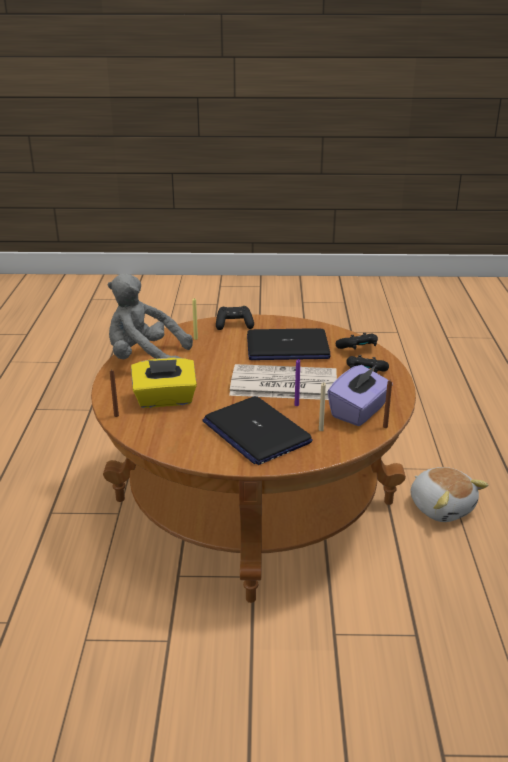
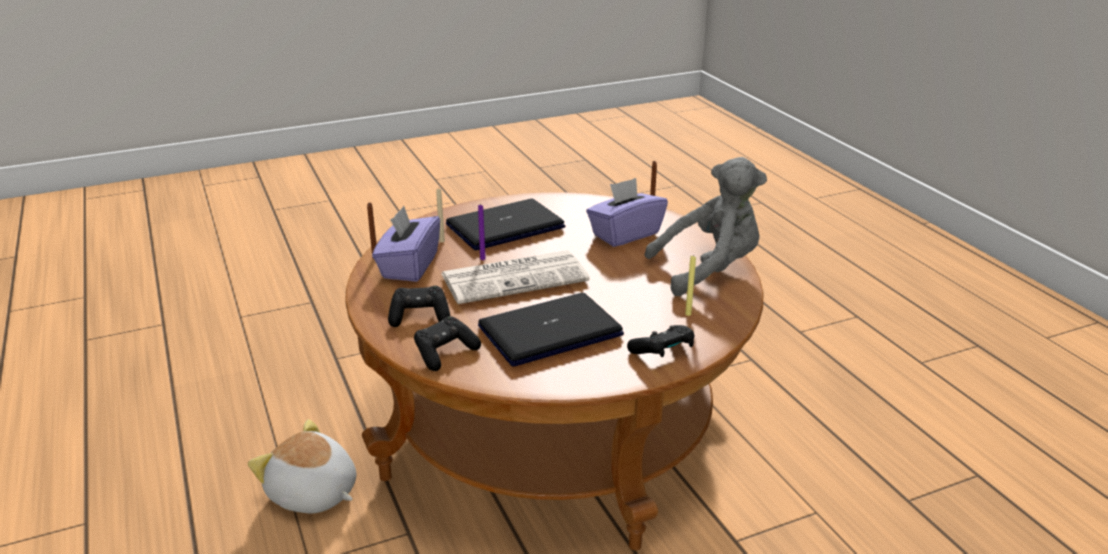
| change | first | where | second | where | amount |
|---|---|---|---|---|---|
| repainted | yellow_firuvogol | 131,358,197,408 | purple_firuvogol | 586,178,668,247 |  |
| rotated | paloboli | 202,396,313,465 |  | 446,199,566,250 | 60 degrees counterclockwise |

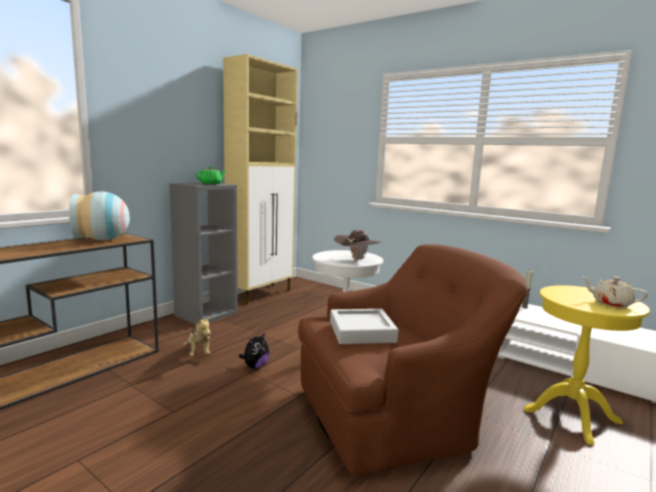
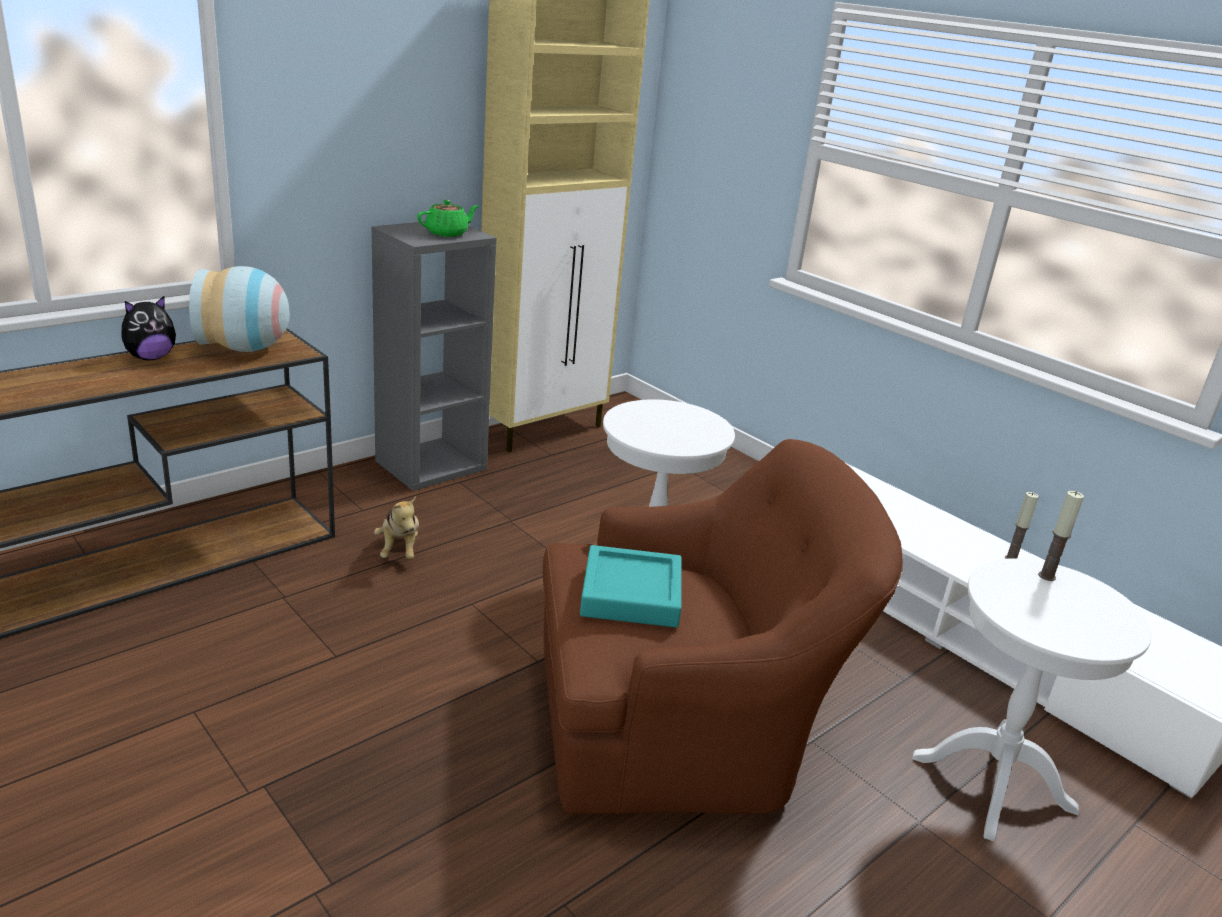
| change | first | where | second | where | amount |
|---|---|---|---|---|---|
| gone | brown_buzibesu | 334,230,382,261 |  |  |  |
| gone | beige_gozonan | 582,277,648,308 |  |  |  |
| repainted | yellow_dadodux | 523,285,650,445 | white_dadodux | 912,558,1152,841 |  |
| repainted | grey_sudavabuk | 330,309,398,344 | turquoise_sudavabuk | 580,545,682,627 |  |
| shifted | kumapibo | 239,332,269,369 |  | 121,296,176,360 |  |
| new |  |  | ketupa | 1038,491,1084,581 |  |

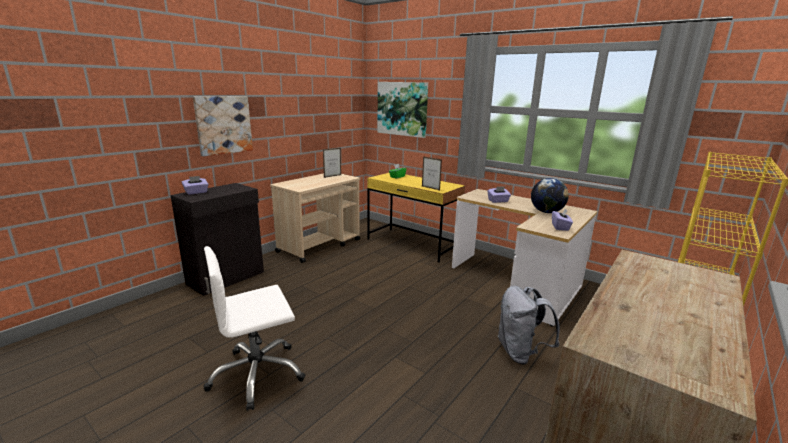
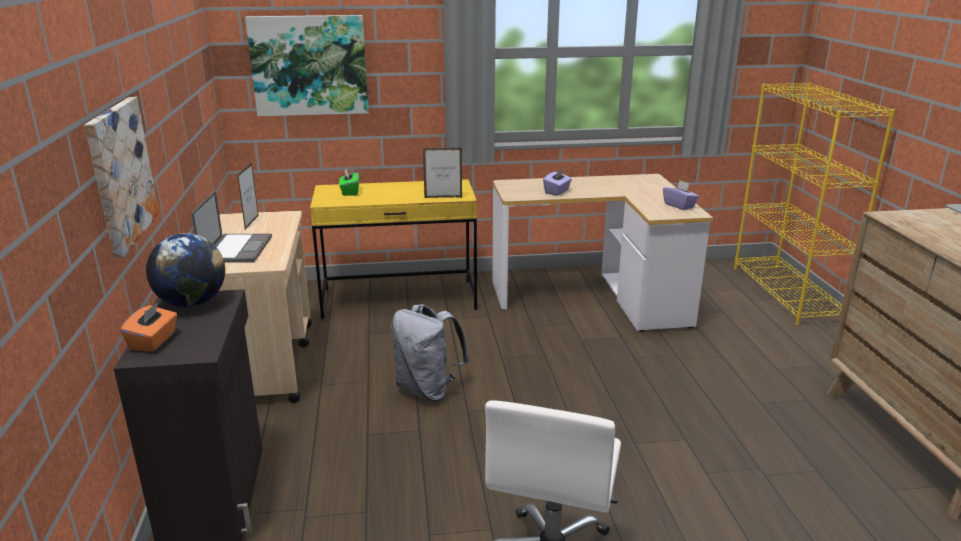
| change | first | where | second | where | amount |
|---|---|---|---|---|---|
| repainted | purple_firuvogol | 182,176,209,195 | orange_firuvogol | 120,302,177,352 |  |
| shifted | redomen | 531,178,569,213 |  | 146,233,225,307 |  |
| shifted | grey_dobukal | 497,286,560,365 |  | 391,304,469,401 |  |
| new |  |  | paloboli | 191,191,272,262 |  |

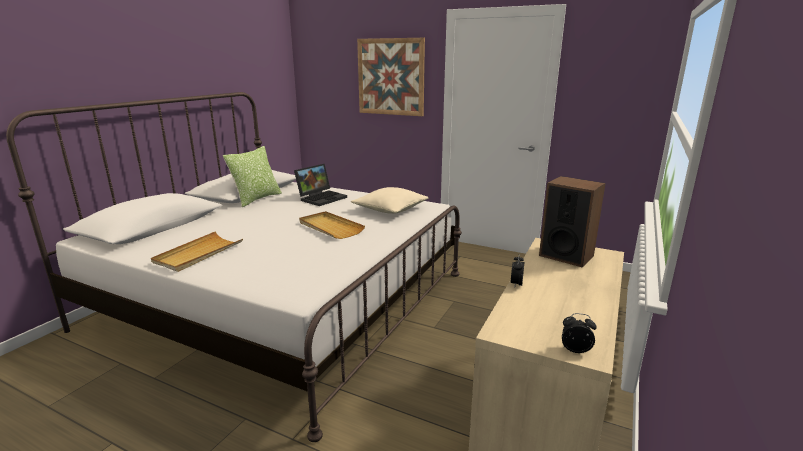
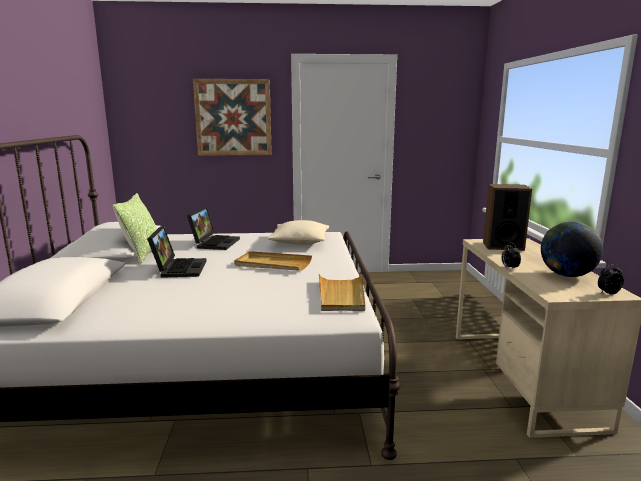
| change | first | where | second | where | amount |
|---|---|---|---|---|---|
| shifted | beige_sudavabuk | 151,231,243,272 |  | 319,274,365,311 |  |
| new |  |  | redomen | 541,222,603,277 |  |
| new |  |  | paloboli | 147,226,207,278 |  |

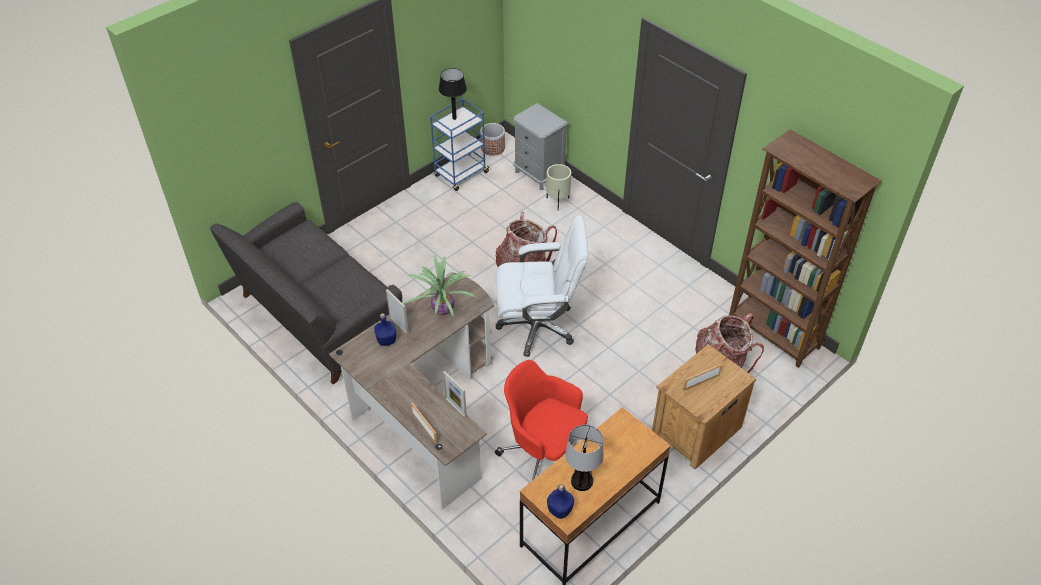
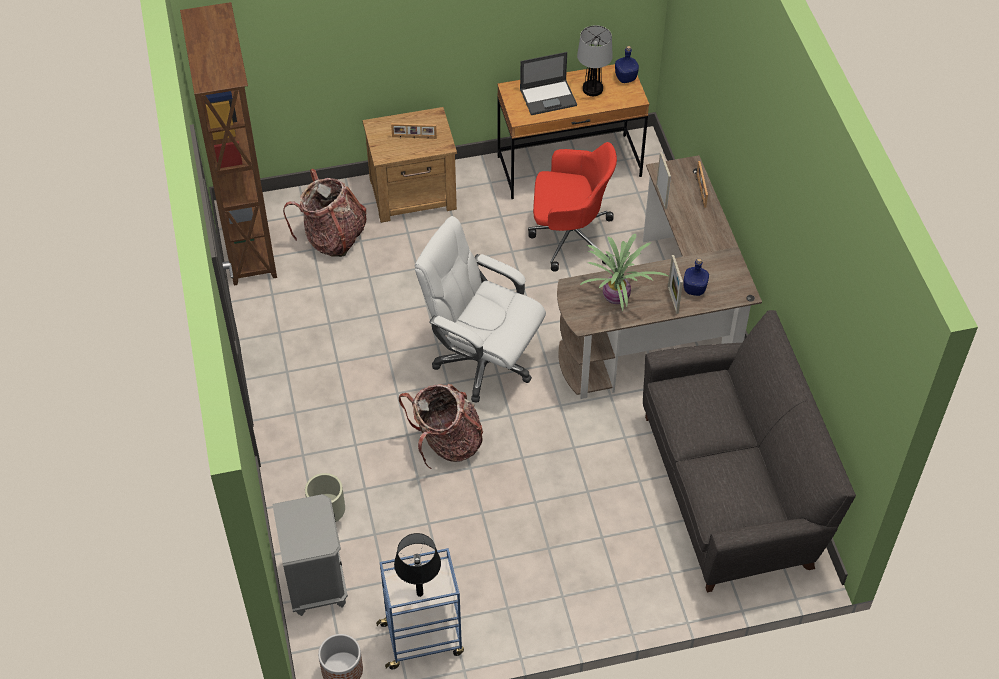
| change | first | where | second | where | amount |
|---|---|---|---|---|---|
| rotated | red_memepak | 495,360,588,481 |  | 528,142,617,272 | 60 degrees counterclockwise |
| new |  |  | paloboli | 520,52,577,115 |  |

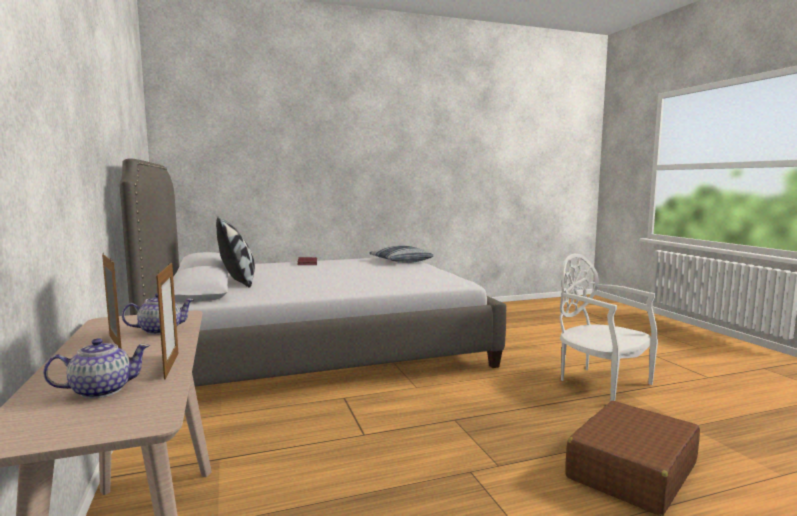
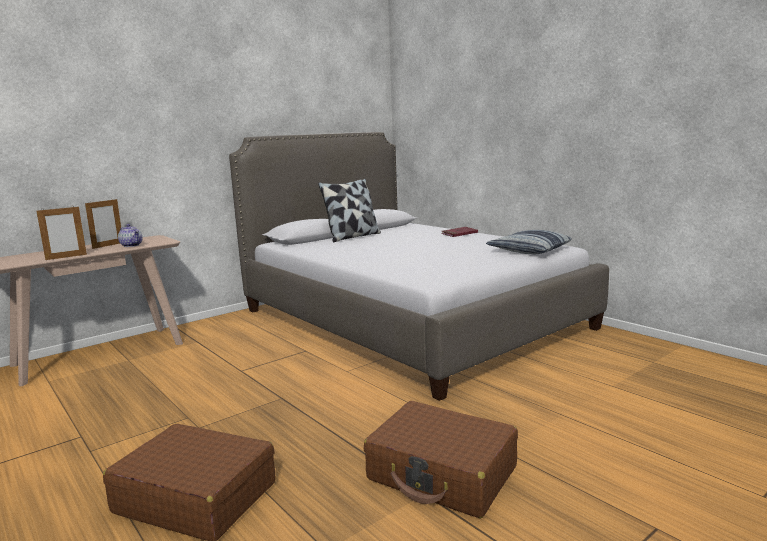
| change | first | where | second | where | amount |
|---|---|---|---|---|---|
| swapped | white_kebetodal | 560,253,658,401 | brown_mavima | 364,401,518,518 |  |
| gone | gozonan | 43,338,150,399 |  |  |  |

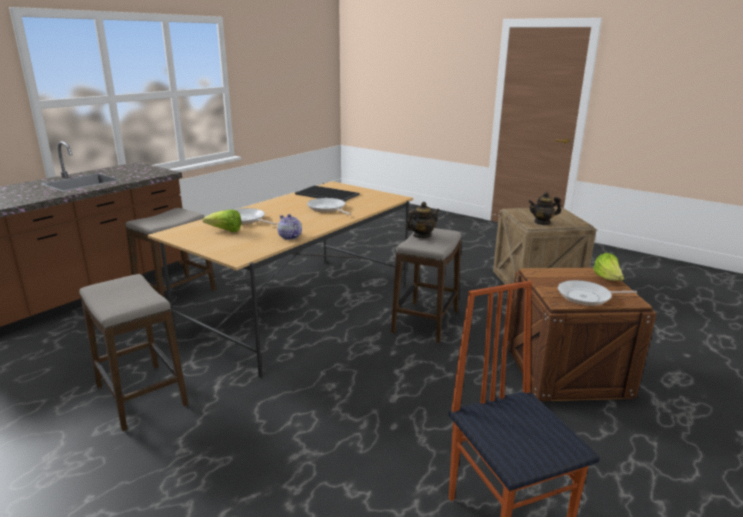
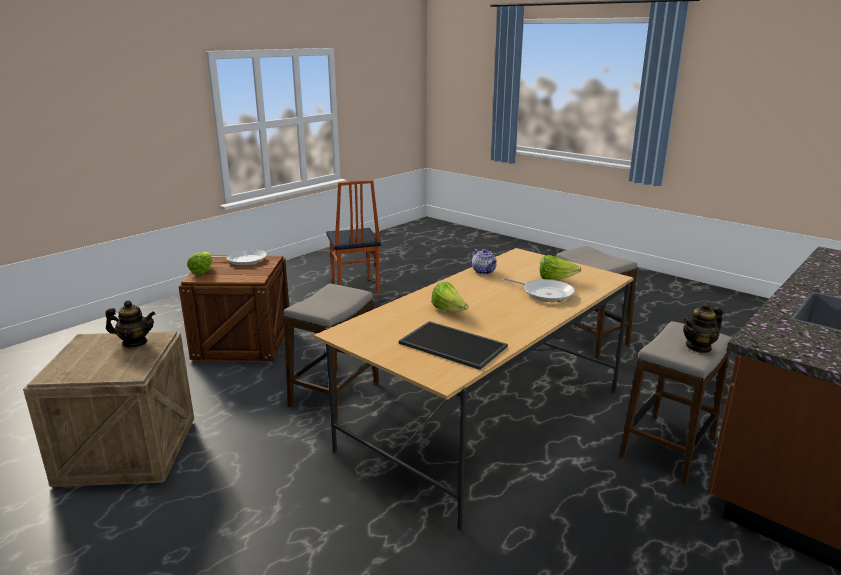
| change | first | where | second | where | amount |
|---|---|---|---|---|---|
| swapped | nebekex | 307,198,352,215 | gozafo | 431,282,468,312 |  |
| shifted | gozonan | 406,202,439,238 |  | 683,302,723,353 |  |

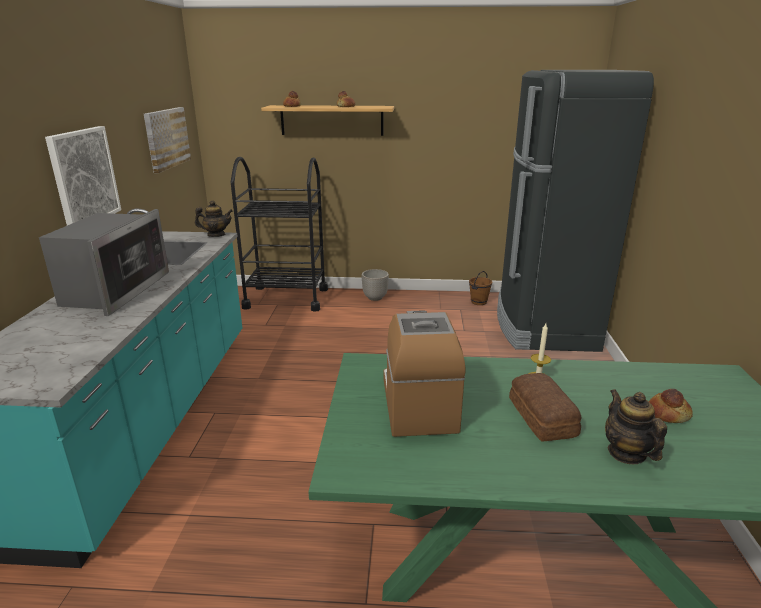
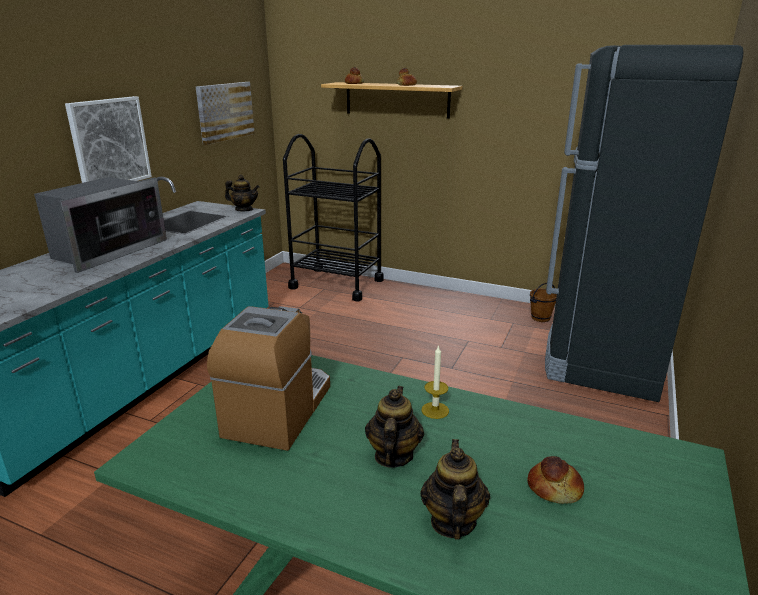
| change | first | where | second | where | amount |
|---|---|---|---|---|---|
| gone | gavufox | 361,269,389,301 |  |  |  |
| swapped | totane | 509,373,582,441 | gozonan | 365,386,424,468 |  |

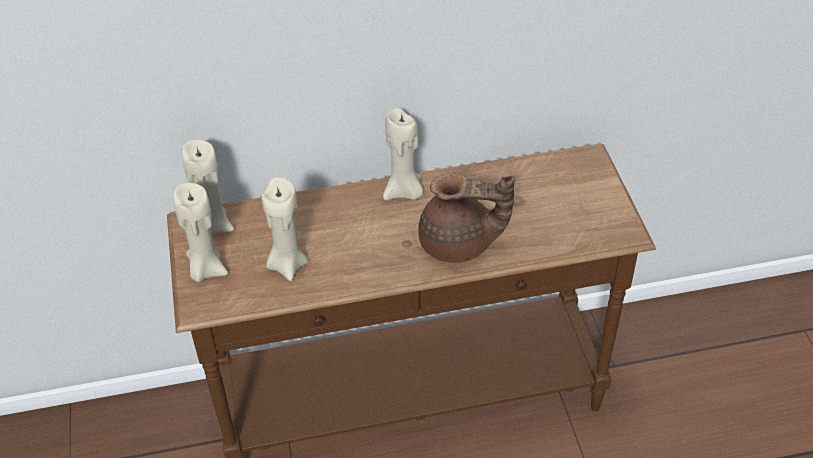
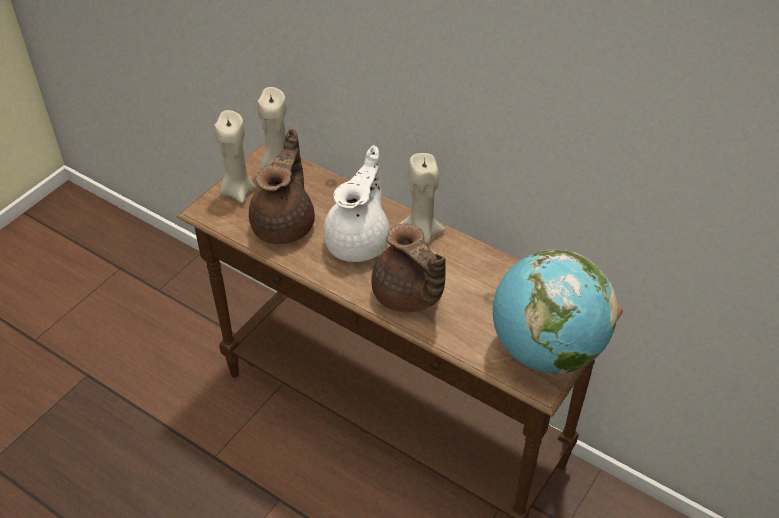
| change | first | where | second | where | amount |
|---|---|---|---|---|---|
| swapped | beige_ketupa | 261,177,308,281 | brown_gozonan | 249,128,315,244 |  |
| new |  |  | white_gozonan | 323,145,390,262 |  |
| new |  |  | redomen | 493,249,618,374 |  |

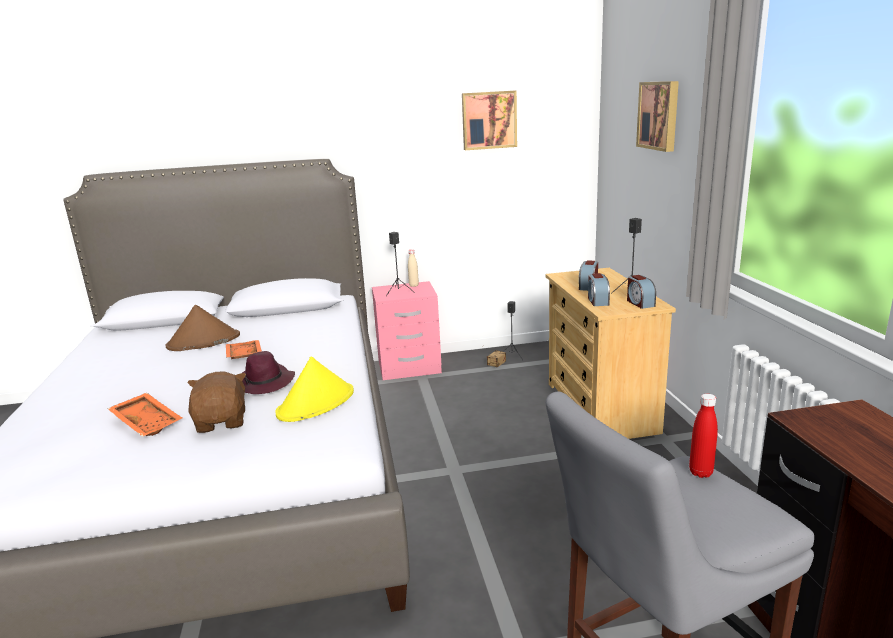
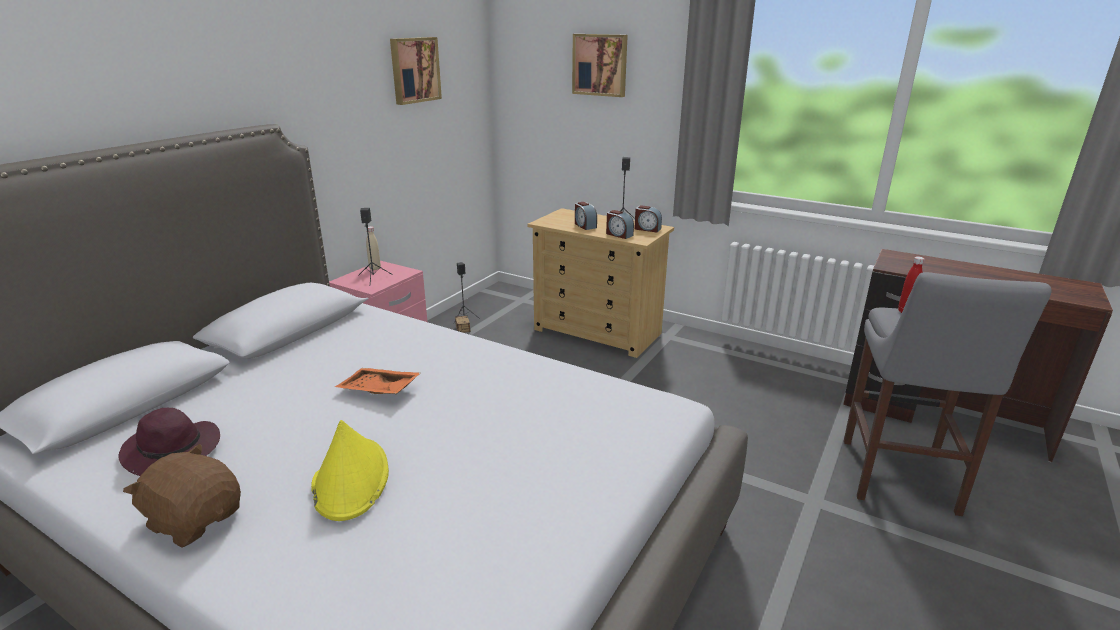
| change | first | where | second | where | amount |
|---|---|---|---|---|---|
| gone | brown_buzibesu | 165,305,240,351 |  |  |  |
| shifted | purple_buzibesu | 242,351,295,394 |  | 119,408,220,476 |  |
| shifted | yellow_buzibesu | 276,357,354,422 |  | 311,420,389,521 |  |
| shifted | brown_kumapibo | 187,372,246,433 |  | 123,444,241,548 |  |
| gone | orange_sudavabuk | 107,393,182,437 |  |  |  |

